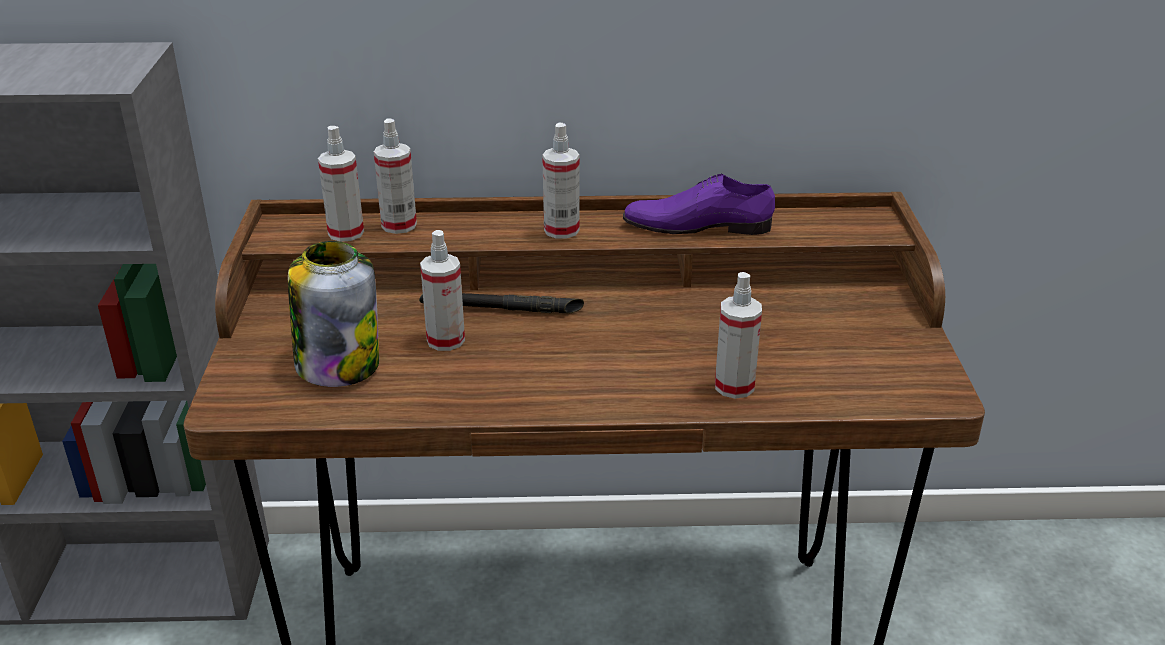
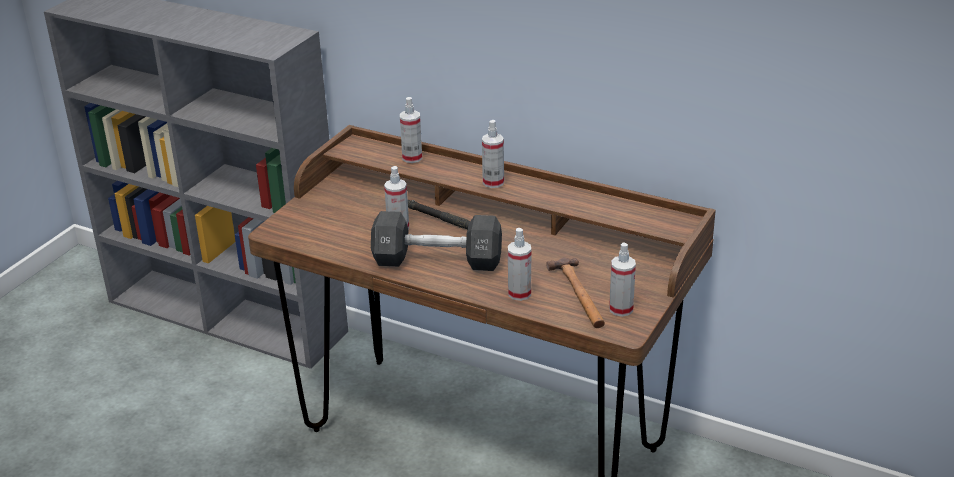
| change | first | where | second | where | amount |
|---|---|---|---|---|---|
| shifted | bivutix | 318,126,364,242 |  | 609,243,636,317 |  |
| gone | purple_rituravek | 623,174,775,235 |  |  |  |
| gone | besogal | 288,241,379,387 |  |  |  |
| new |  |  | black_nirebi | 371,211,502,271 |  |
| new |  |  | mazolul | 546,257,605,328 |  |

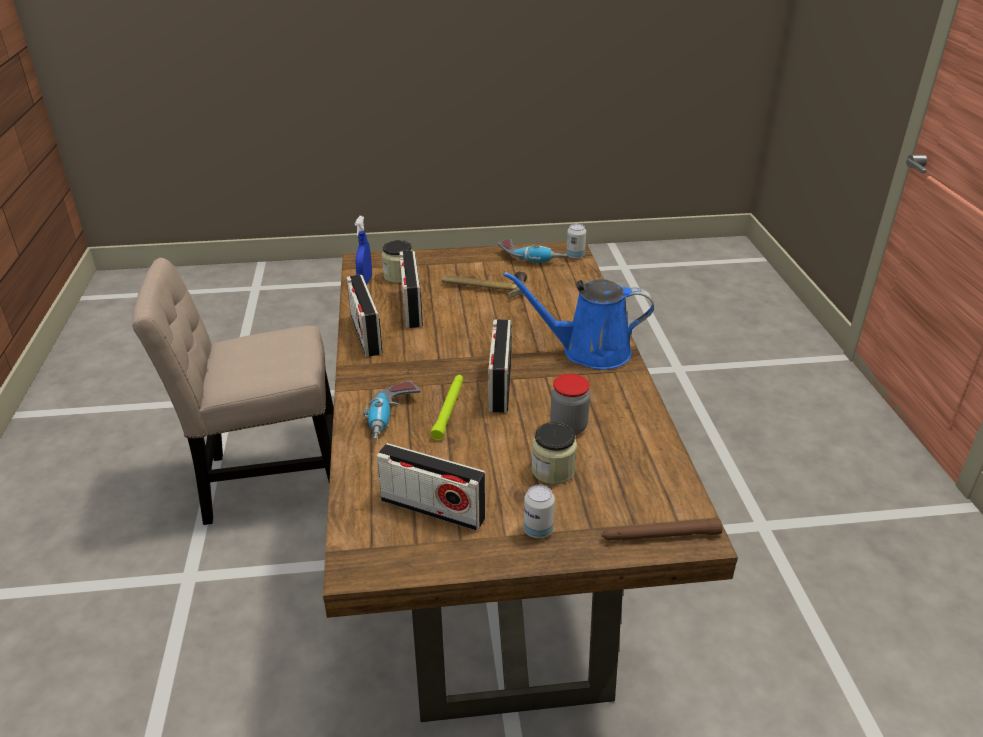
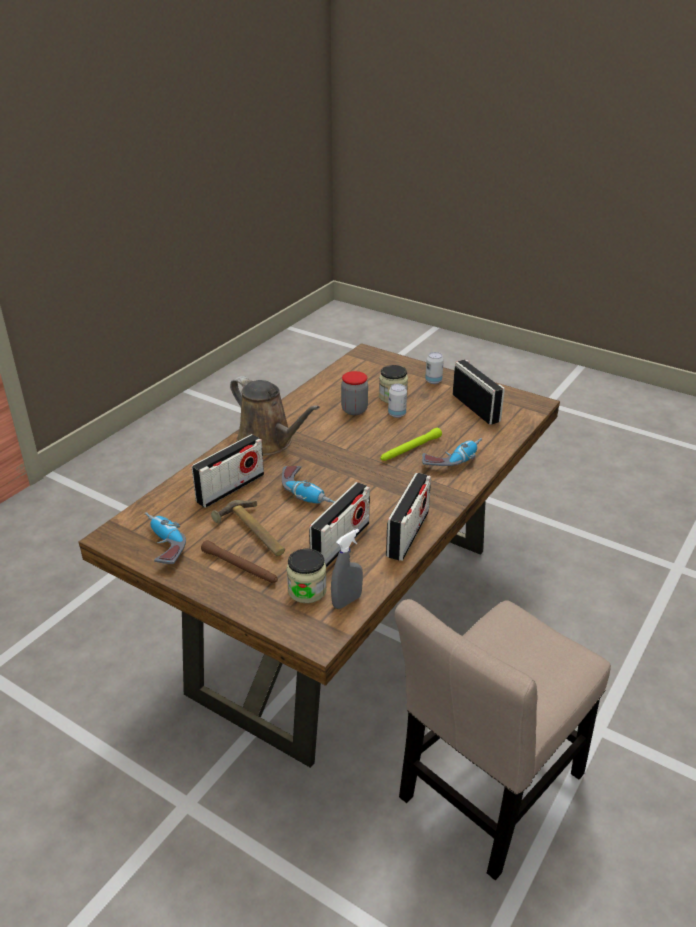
| change | first | where | second | where | amount |
|---|---|---|---|---|---|
| repainted | blue_bivutix | 355,216,372,285 | grey_bivutix | 331,529,363,609 |  |
| shifted | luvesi | 566,224,586,259 |  | 388,384,407,418 |  |
| rotated | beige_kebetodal | 132,258,334,525 |  | 394,599,611,880 | 105 degrees clockwise |
| repainted | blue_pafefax | 503,272,654,370 | brown_pafefax | 230,376,320,456 |  |
| shifted | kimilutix | 488,319,512,413 |  | 192,434,264,508 |  |
| shifted | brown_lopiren | 601,518,722,540 |  | 201,540,278,583 |  |
| new |  |  | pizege | 282,466,335,503 |  |

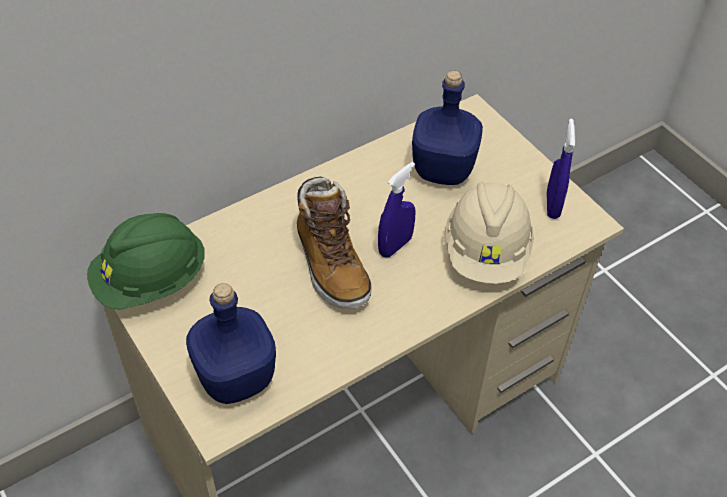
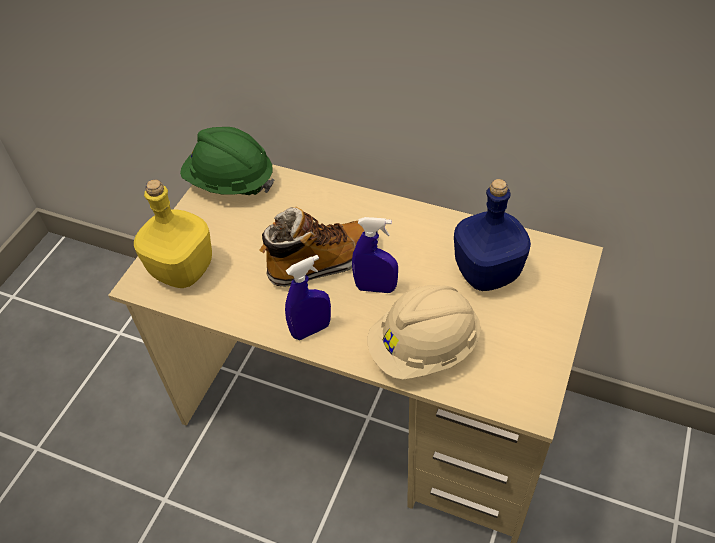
| change | first | where | second | where | amount |
|---|---|---|---|---|---|
| shifted | blue_bivutix | 547,119,575,219 |  | 285,255,331,340 |  |
| rotated | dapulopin | 297,176,372,309 |  | 259,207,379,287 | 150 degrees counterclockwise |
| repainted | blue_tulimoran | 186,283,276,404 | yellow_tulimoran | 134,179,212,288 |  |

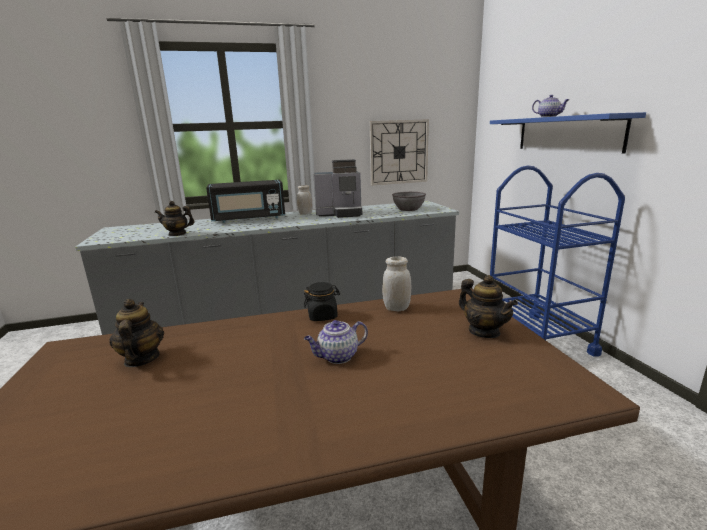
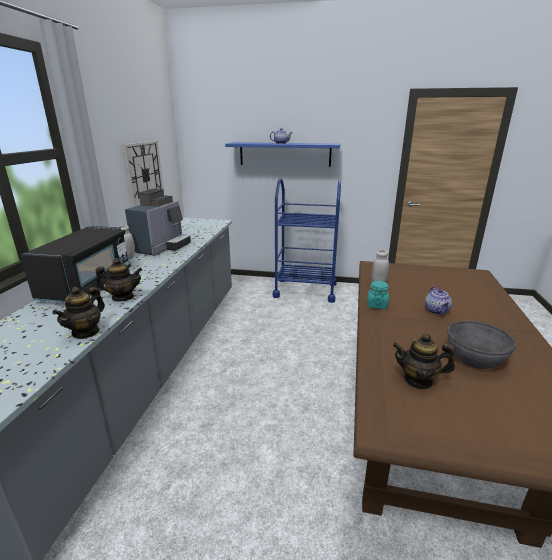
| change | first | where | second | where | amount |
|---|---|---|---|---|---|
| shifted | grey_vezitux | 392,192,426,211 |  | 447,321,517,369 |  |
| shifted | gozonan | 459,275,518,338 |  | 95,258,142,302 |  |
| repainted | black_besogal | 304,282,340,321 | turquoise_besogal | 367,281,389,309 |  |

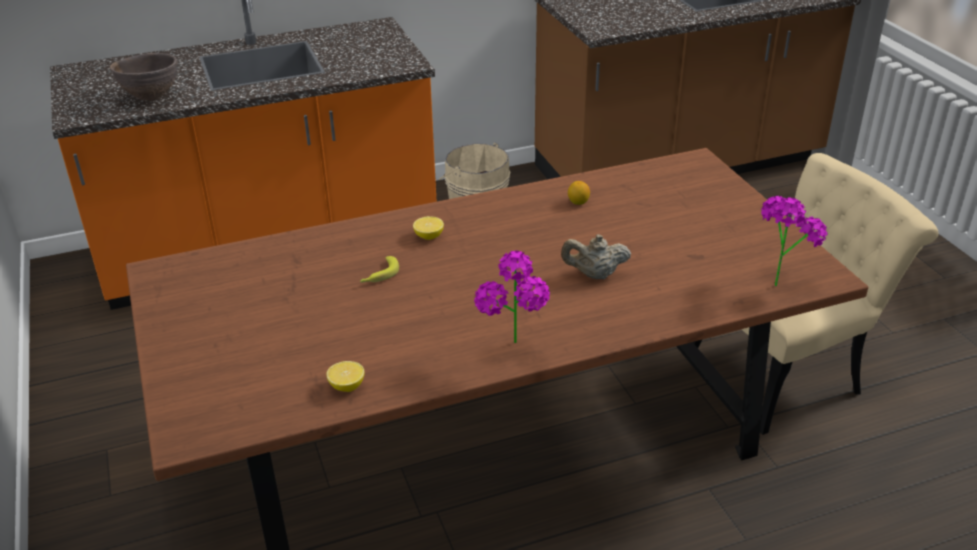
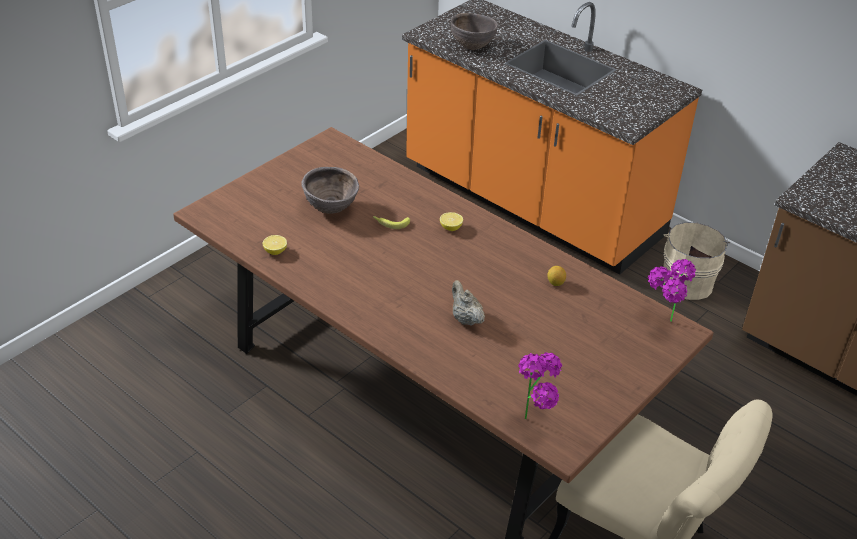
| change | first | where | second | where | amount |
|---|---|---|---|---|---|
| shifted | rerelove | 474,251,550,343 |  | 648,259,696,321 |  |
| new |  |  | brown_vezitux | 301,167,359,214 |  |

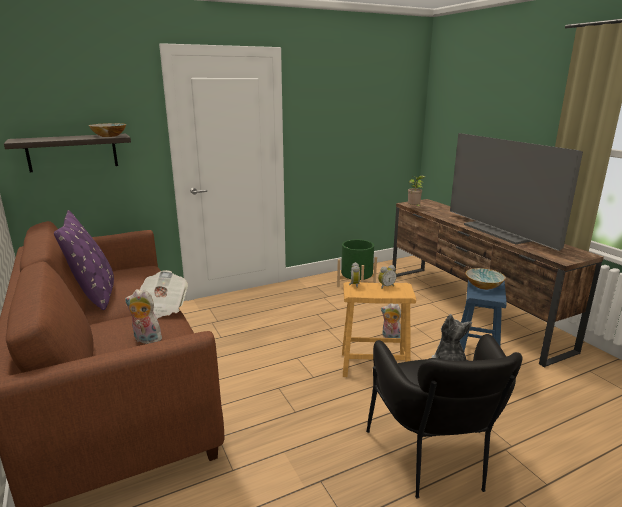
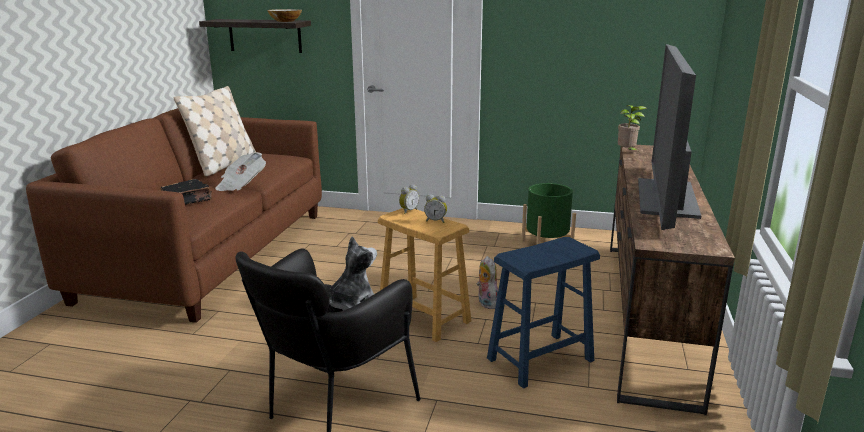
| change | first | where | second | where | amount |
|---|---|---|---|---|---|
| repainted | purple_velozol | 54,210,114,310 | beige_velozol | 174,86,256,176 |  |
| gone | vezitux | 465,268,506,290 |  |  |  |
| swapped | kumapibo | 125,289,162,344 | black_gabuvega | 160,179,212,205 |  |

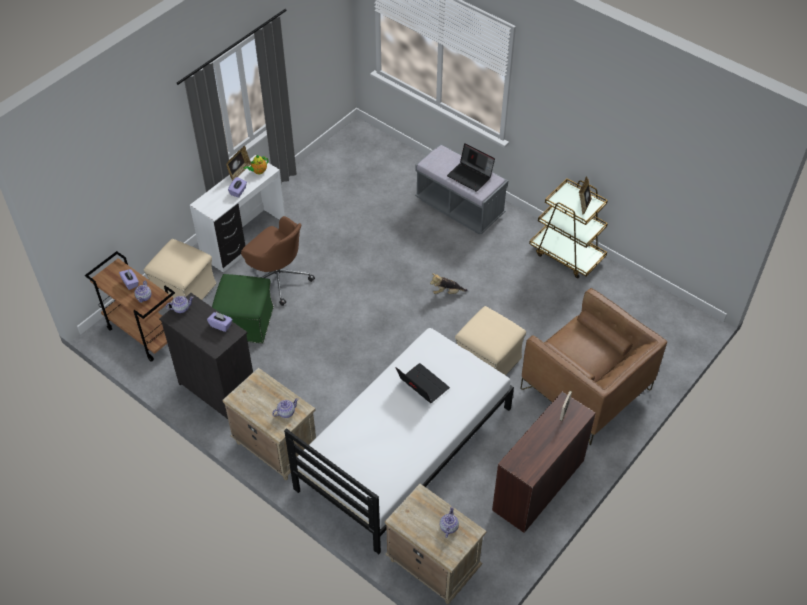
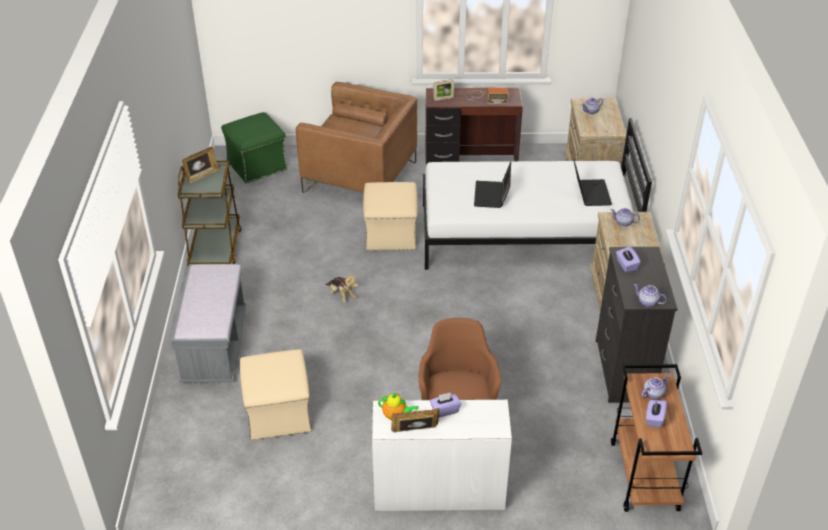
| change | first | where | second | where | amount |
|---|---|---|---|---|---|
| shifted | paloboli | 447,143,495,192 |  | 574,160,612,206 |  |
| shifted | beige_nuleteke | 144,239,216,305 |  | 240,349,312,440 |  |
| shifted | green_nuleteke | 212,274,274,344 |  | 221,112,288,183 |  |
| rotated | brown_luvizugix | 520,288,667,445 |  | 296,82,417,193 | 105 degrees clockwise |
| new |  |  | kimilutix | 466,88,509,104 |  |

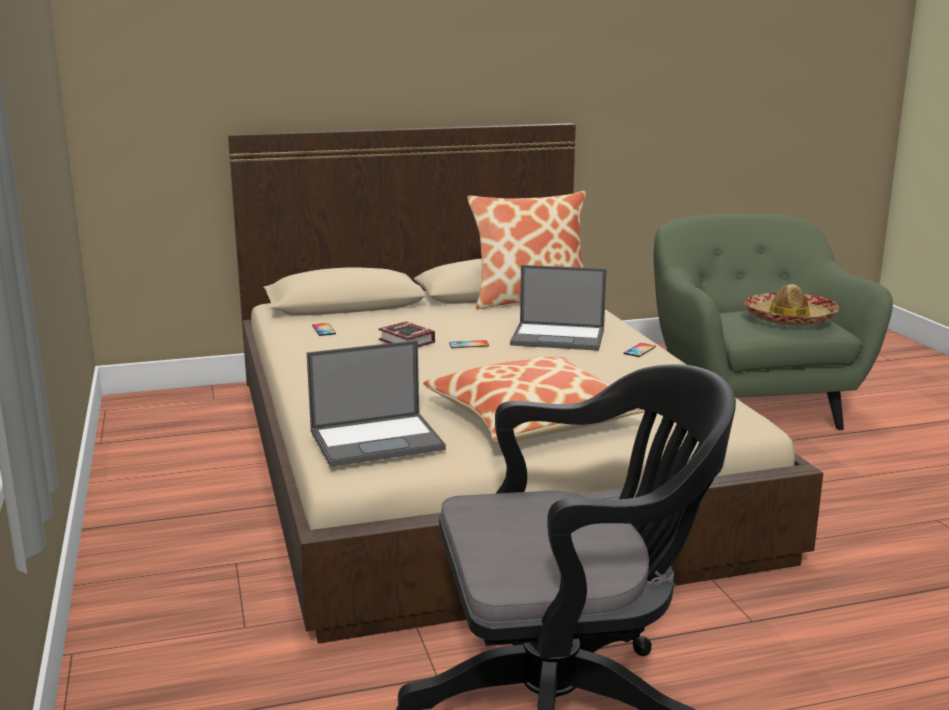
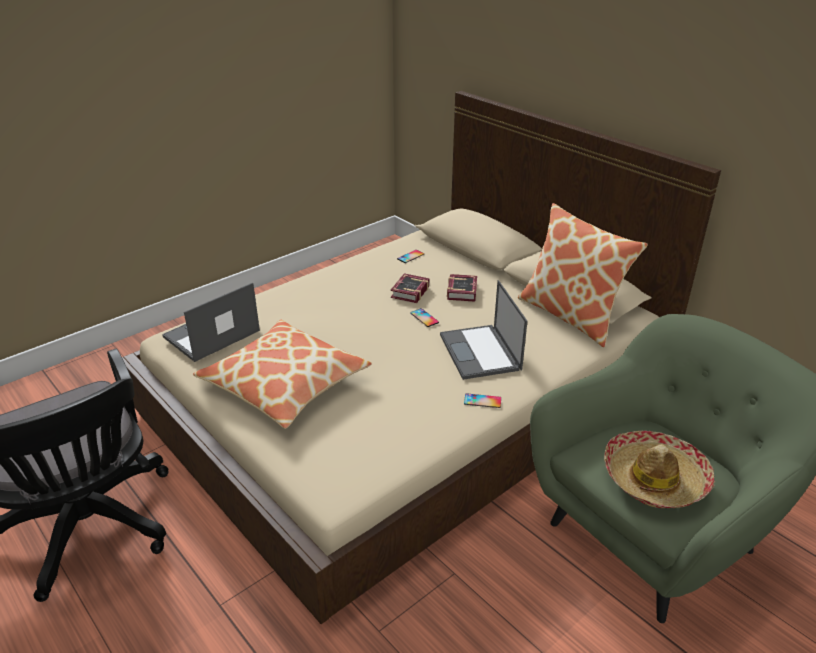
| change | first | where | second | where | amount |
|---|---|---|---|---|---|
| rotated | paloboli | 307,340,446,467 |  | 162,283,260,362 | 90 degrees clockwise |
| new |  |  | gabuvega | 447,274,477,302 |  |

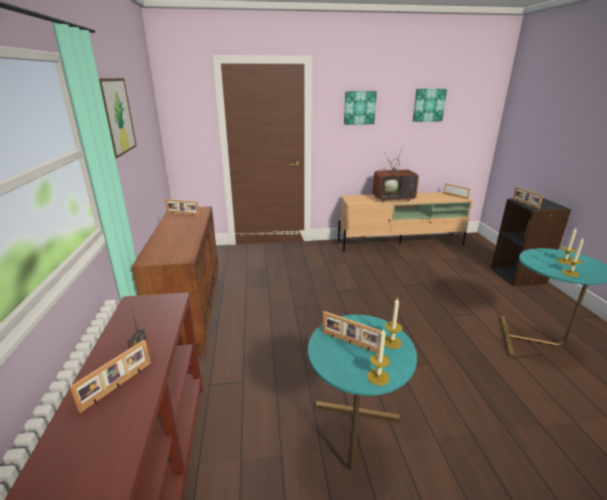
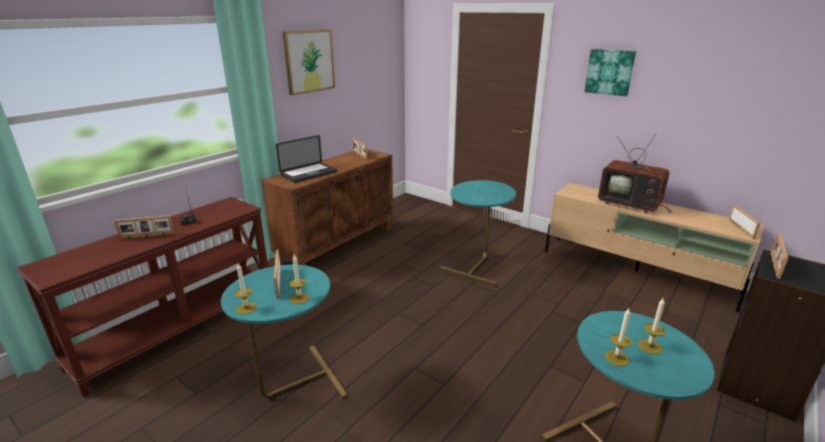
| change | first | where | second | where | amount |
|---|---|---|---|---|---|
| gone | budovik | 413,89,447,122 |  |  |  |
| new |  |  | paloboli | 276,135,337,183 |  |
| new |  |  | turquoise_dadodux | 439,180,516,287 |  |

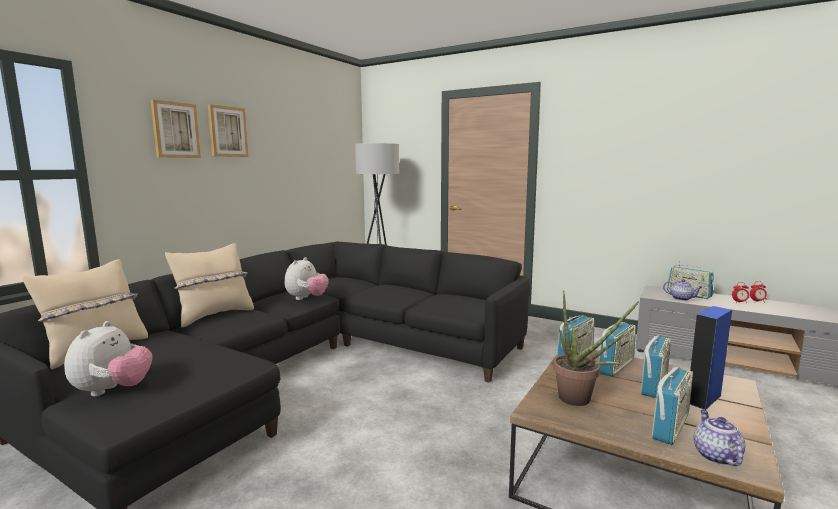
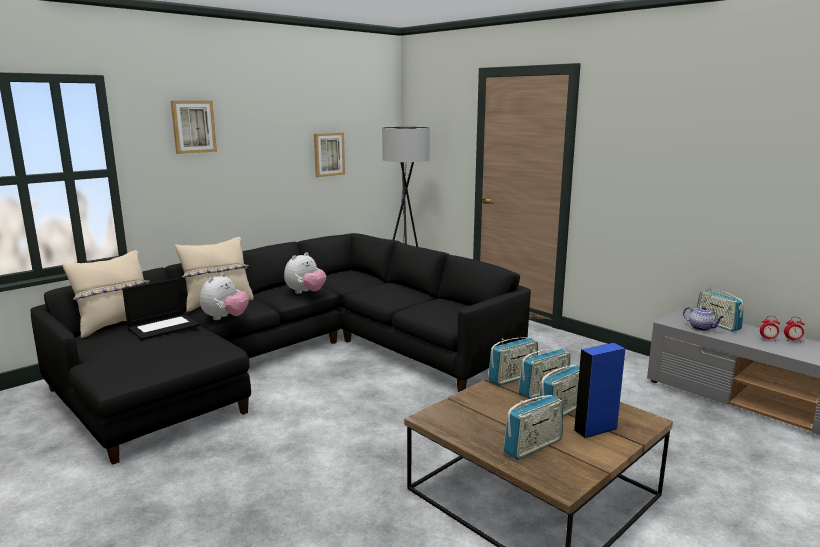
| change | first | where | second | where | amount |
|---|---|---|---|---|---|
| shifted | budovik | 208,104,248,157 |  | 314,132,345,177 |  |
| gone | rerelove | 553,290,639,406 |  |  |  |
| shifted | kumapibo | 64,321,152,397 |  | 200,273,249,320 |  |
| gone | gozonan | 693,410,745,466 |  |  |  |
| new |  |  | paloboli | 122,278,200,340 |  |

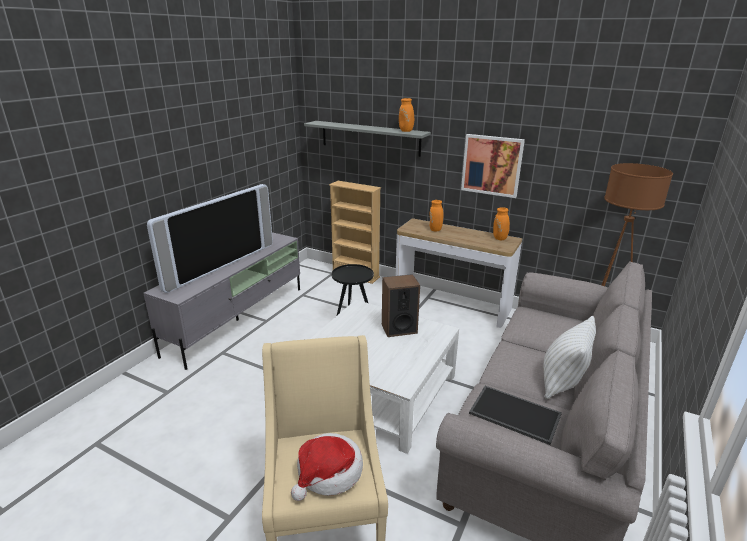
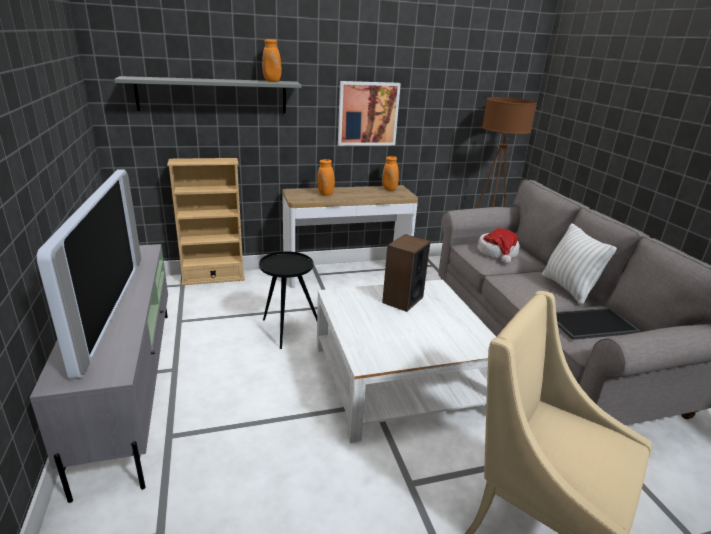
| change | first | where | second | where | amount |
|---|---|---|---|---|---|
| shifted | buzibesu | 291,433,363,501 |  | 478,228,519,264 |  |

